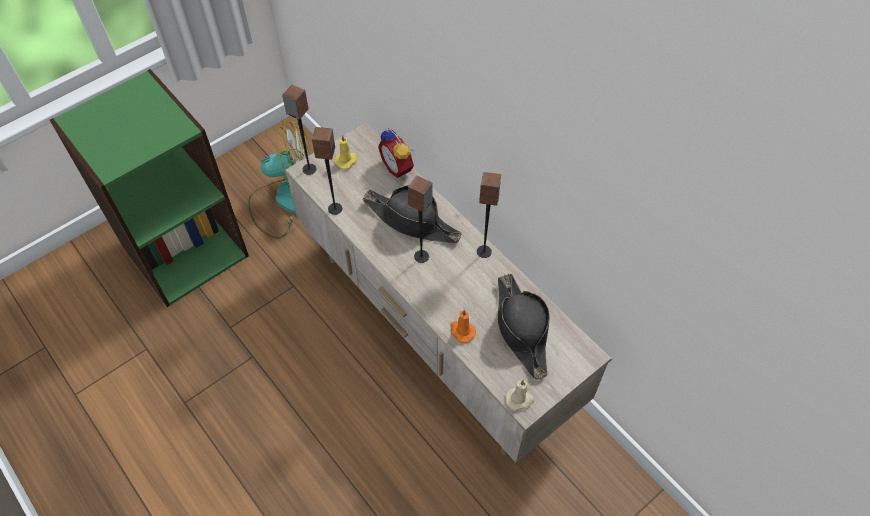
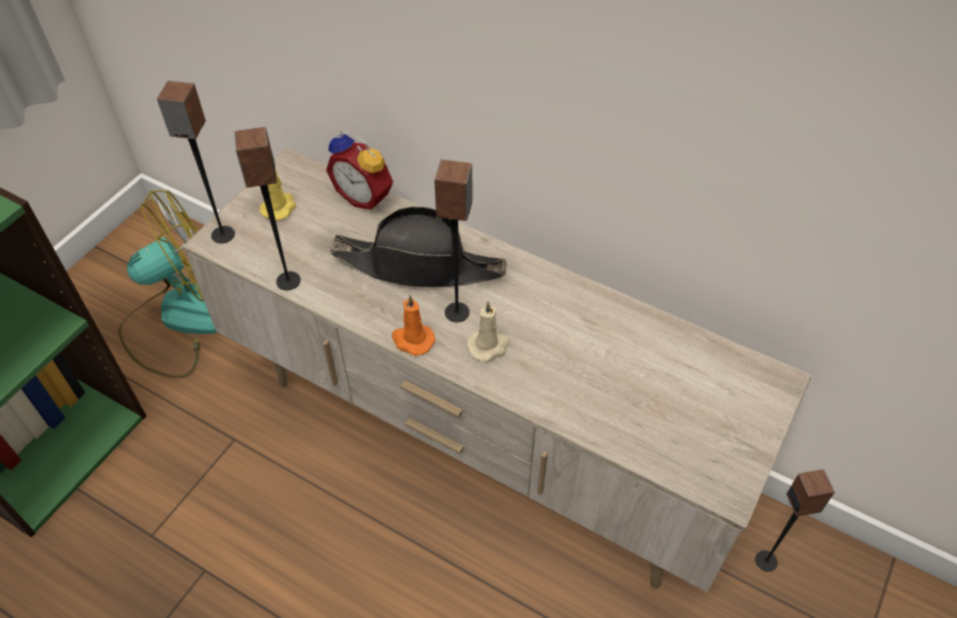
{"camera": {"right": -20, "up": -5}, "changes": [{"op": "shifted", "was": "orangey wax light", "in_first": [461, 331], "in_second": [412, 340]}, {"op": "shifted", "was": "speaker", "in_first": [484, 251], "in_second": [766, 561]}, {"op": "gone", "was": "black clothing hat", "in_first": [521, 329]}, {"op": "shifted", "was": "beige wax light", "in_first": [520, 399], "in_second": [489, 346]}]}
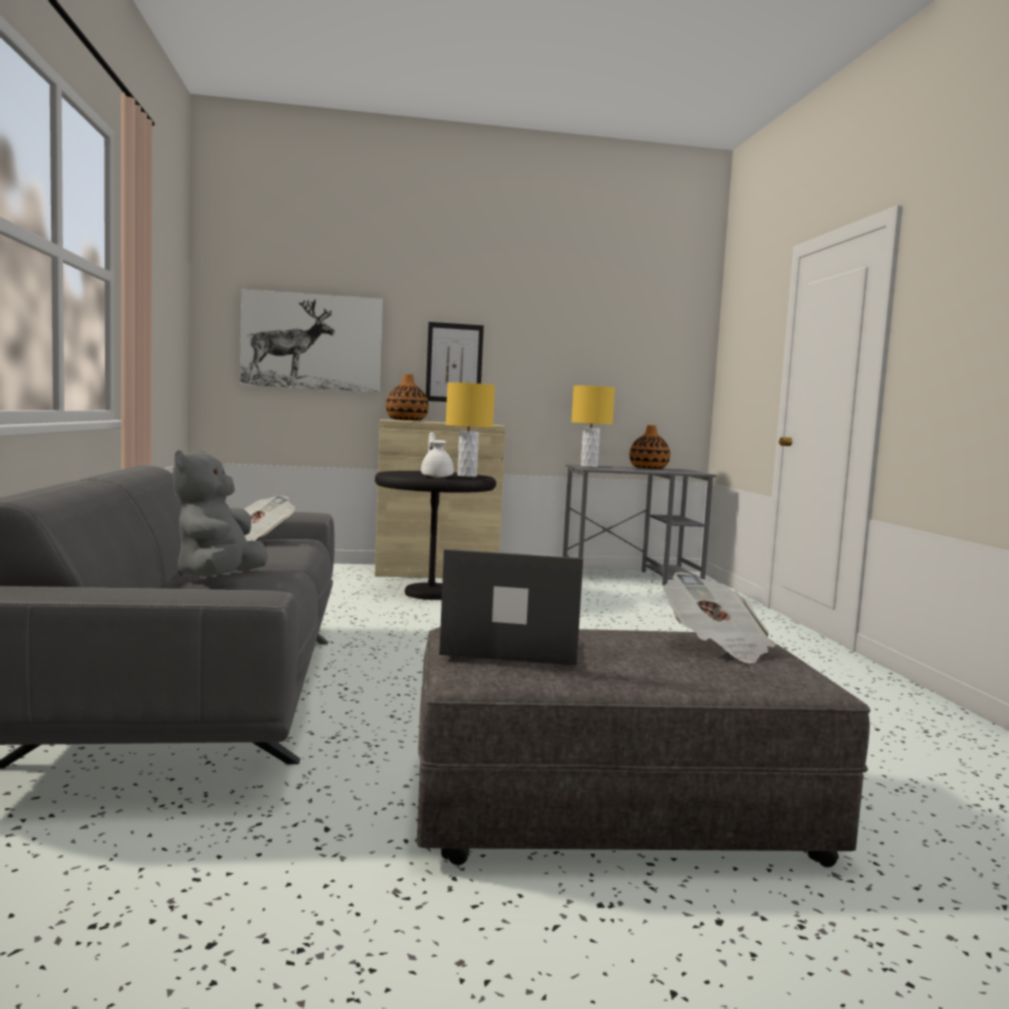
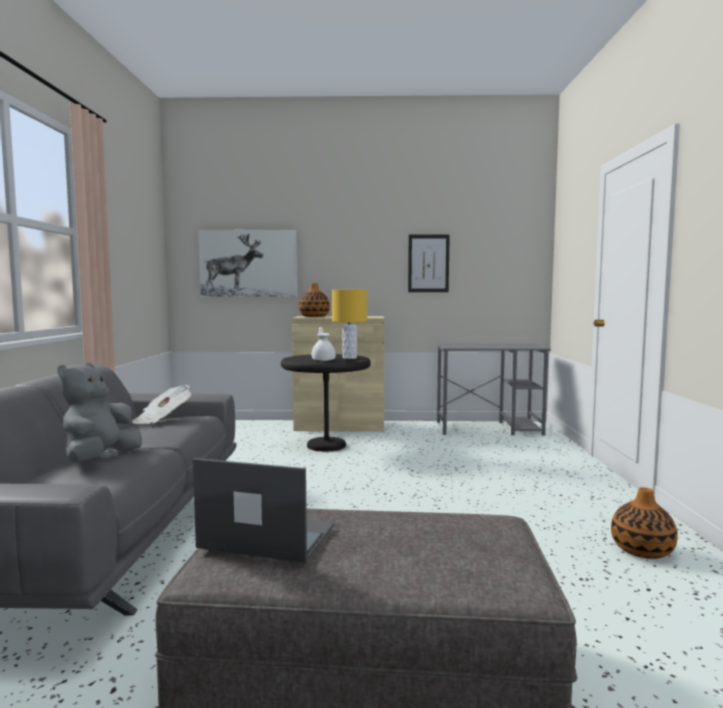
{"camera": {"right": 10, "up": 0}, "changes": [{"op": "shifted", "was": "wall picture", "in_first": [454, 363], "in_second": [428, 263]}, {"op": "gone", "was": "yellowish tabletop lamp", "in_first": [588, 466]}, {"op": "shifted", "was": "decorative vase", "in_first": [648, 468], "in_second": [641, 550]}, {"op": "gone", "was": "newspaper", "in_first": [716, 646]}]}
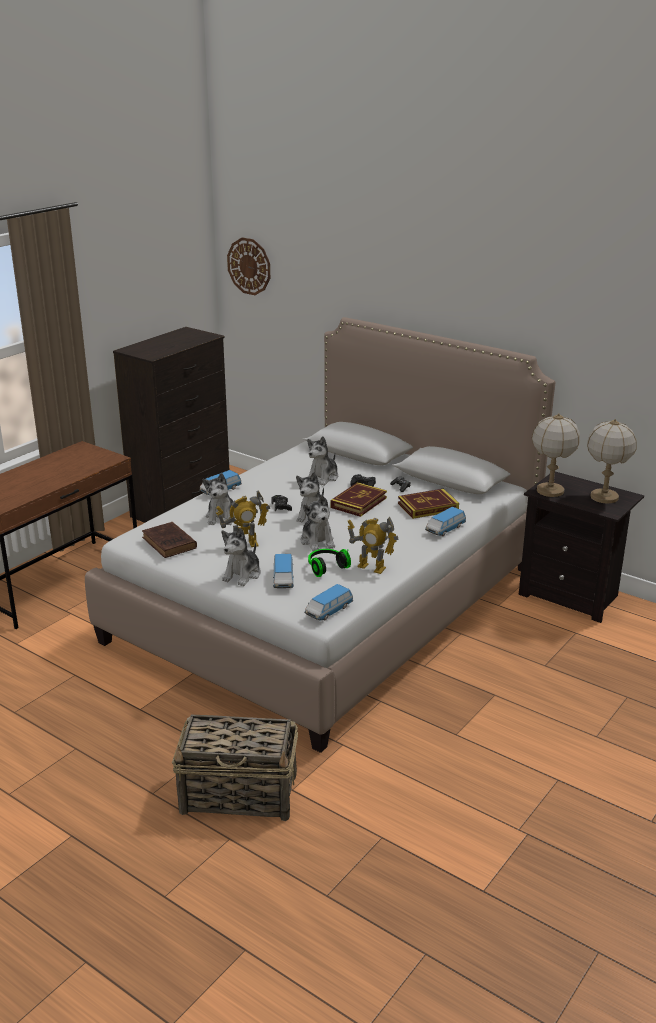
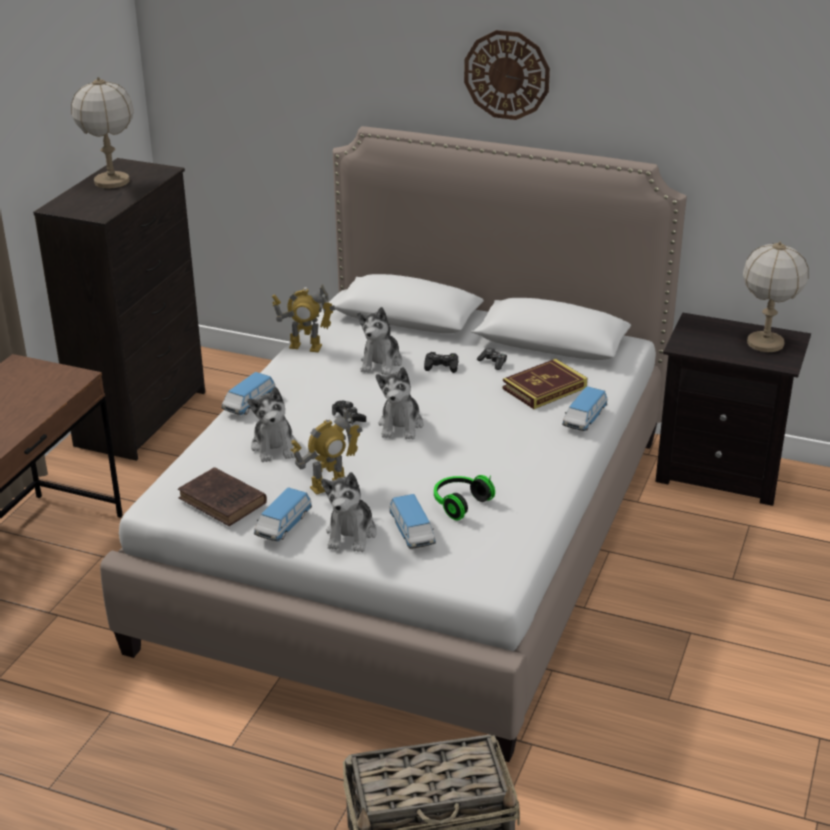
{"camera": {"right": -15, "up": 5}, "changes": [{"op": "shifted", "was": "hanging clock", "in_first": [249, 266], "in_second": [507, 75]}, {"op": "gone", "was": "plush toy", "in_first": [317, 541]}, {"op": "shifted", "was": "model car", "in_first": [329, 611], "in_second": [283, 525]}, {"op": "gone", "was": "book", "in_first": [358, 502]}, {"op": "shifted", "was": "toy robot", "in_first": [371, 567], "in_second": [305, 347]}, {"op": "shifted", "was": "tabletop lamp", "in_first": [550, 491], "in_second": [111, 181]}]}
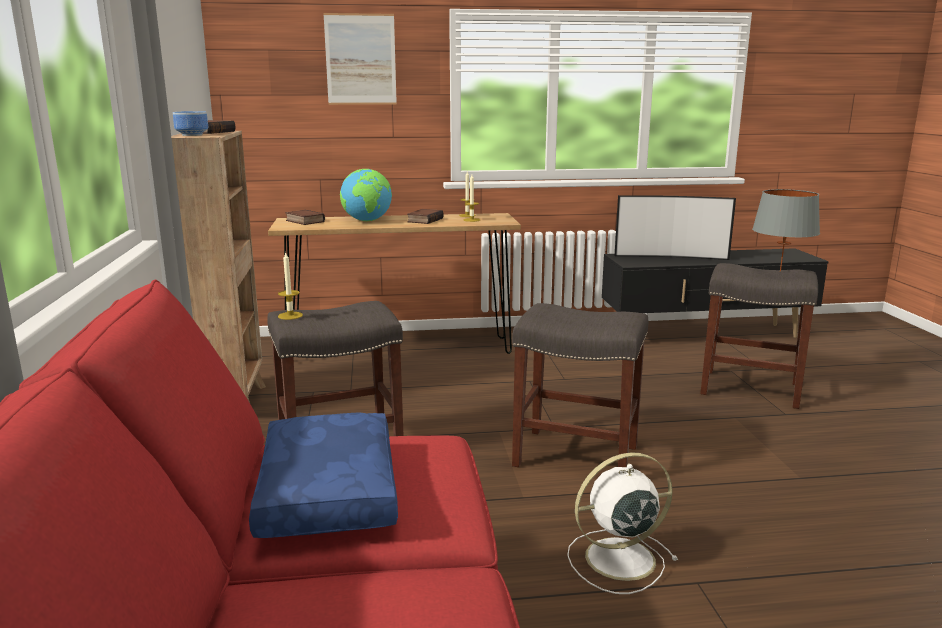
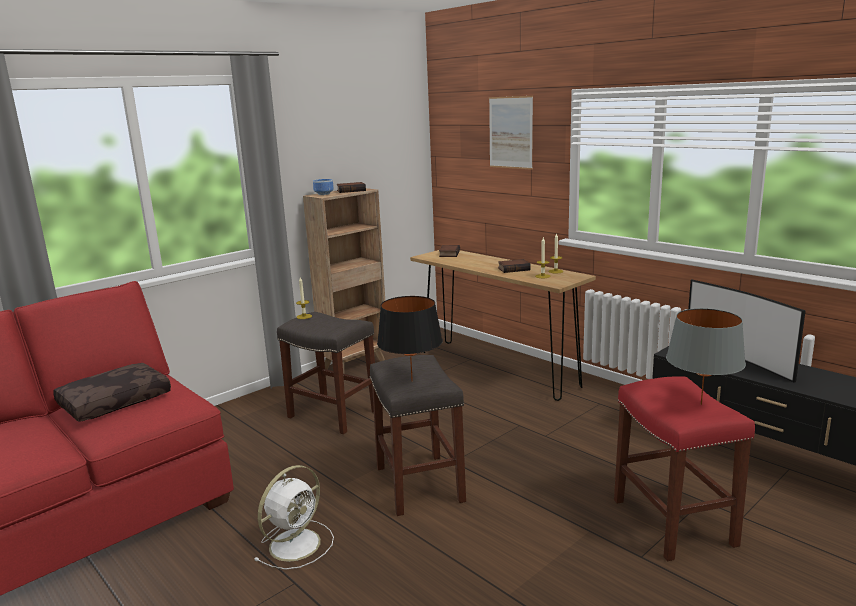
{"camera": {"right": 55, "up": 0}, "changes": [{"op": "repainted", "was": "blue pillow", "now": "brown-coloured pillow", "in_first": [325, 491], "in_second": [115, 401]}, {"op": "gone", "was": "world globe", "in_first": [367, 221]}, {"op": "rotated", "was": "white-coloured electric fan", "in_first": [617, 559], "in_second": [296, 543], "clockwise": 90}, {"op": "repainted", "was": "gray stool", "now": "reddish stool", "in_first": [751, 388], "in_second": [675, 523]}, {"op": "new", "now": "black tabletop lamp", "in_second": [412, 381]}]}
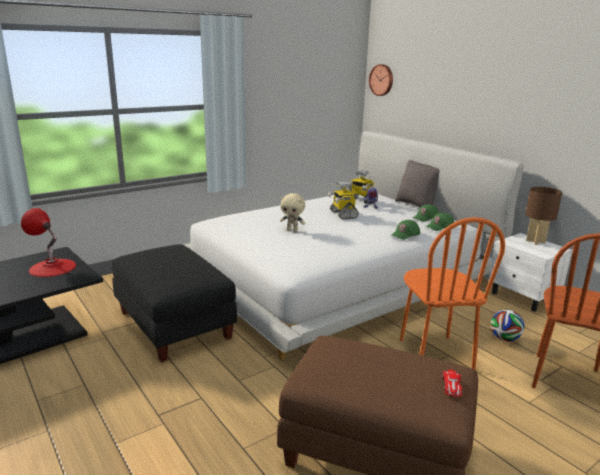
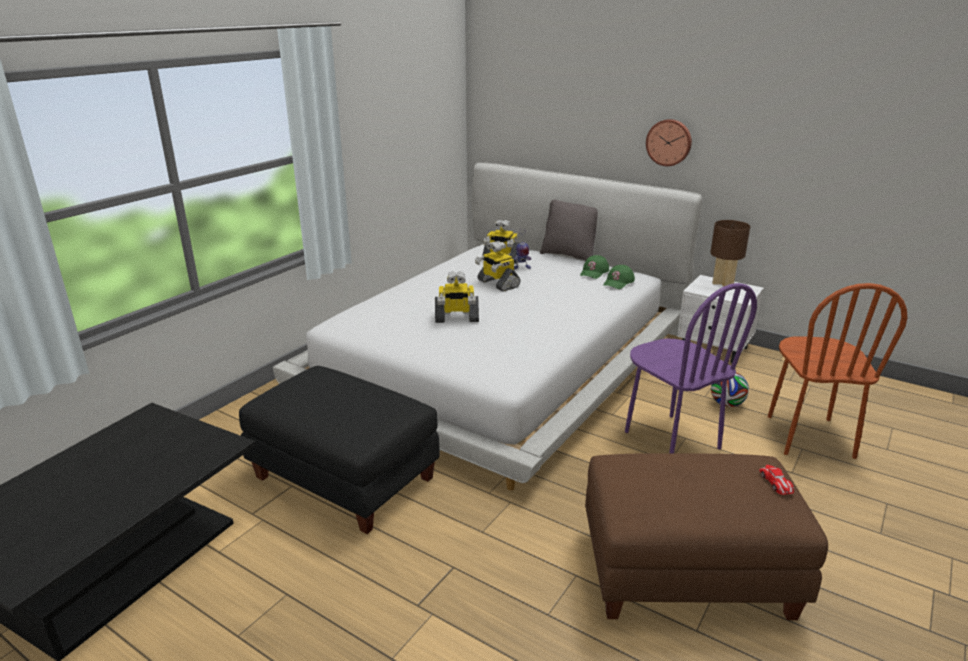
{"camera": {"right": -20, "up": 5}, "changes": [{"op": "gone", "was": "reddish tabletop lamp", "in_first": [52, 267]}, {"op": "swapped", "was": "beige plush toy", "now": "toy robot", "in_first": [292, 230], "in_second": [456, 318]}, {"op": "shifted", "was": "hanging clock", "in_first": [382, 80], "in_second": [669, 142]}, {"op": "gone", "was": "green peaked cap", "in_first": [405, 234]}, {"op": "repainted", "was": "orangey chair", "now": "purplish chair", "in_first": [434, 354], "in_second": [671, 440]}]}
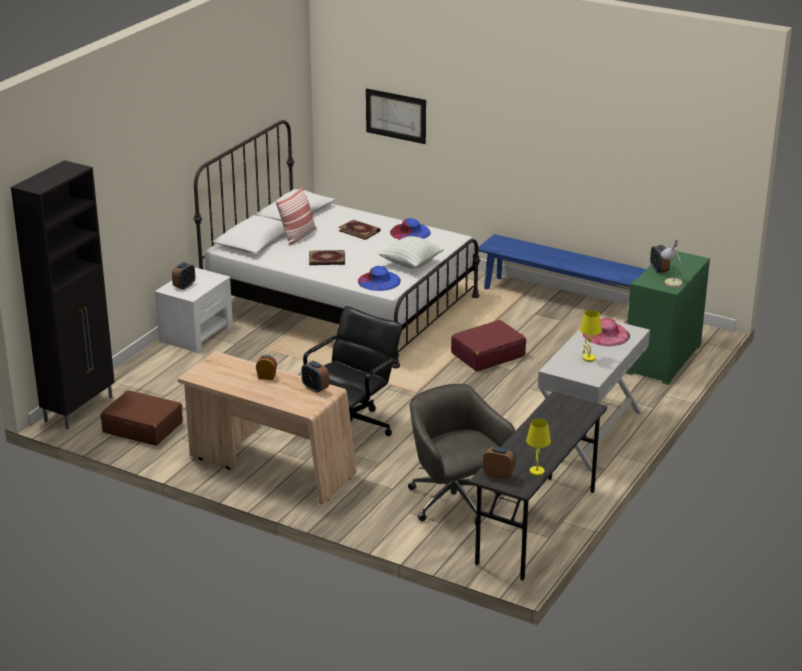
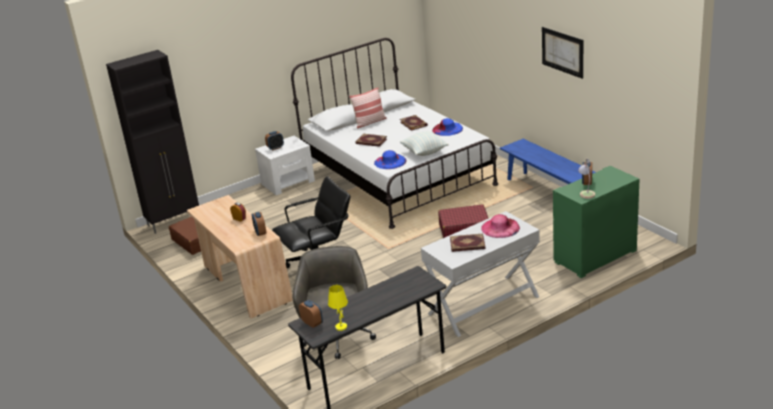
{"camera": {"right": 30, "up": 0}, "changes": [{"op": "shifted", "was": "wall picture", "in_first": [396, 116], "in_second": [562, 52]}, {"op": "swapped", "was": "yellowish tabletop lamp", "now": "book", "in_first": [588, 358], "in_second": [467, 245]}]}
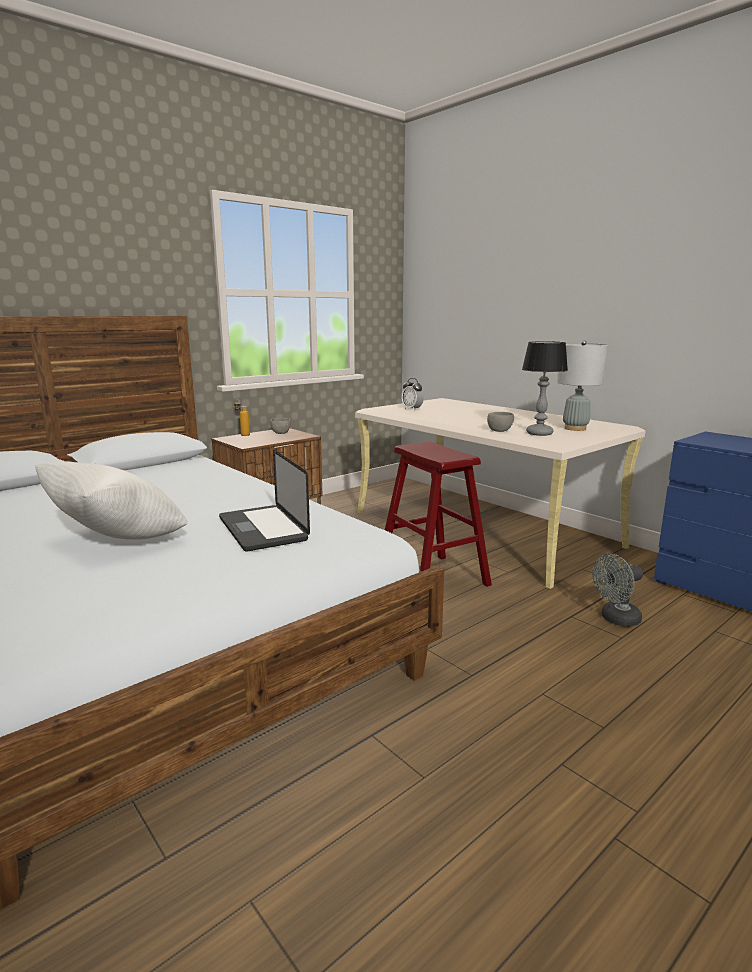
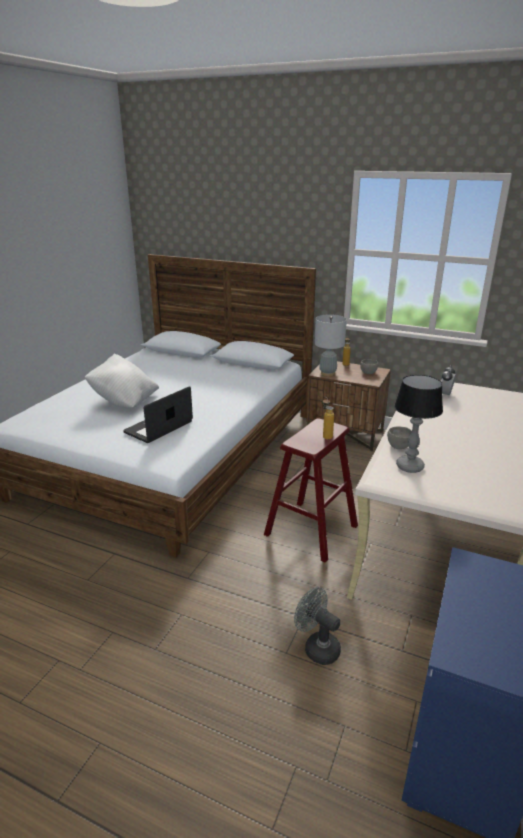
{"camera": {"right": 65, "up": 10}, "changes": [{"op": "shifted", "was": "gray tabletop lamp", "in_first": [575, 428], "in_second": [327, 373]}, {"op": "new", "now": "beverage bottle", "in_second": [326, 435]}]}
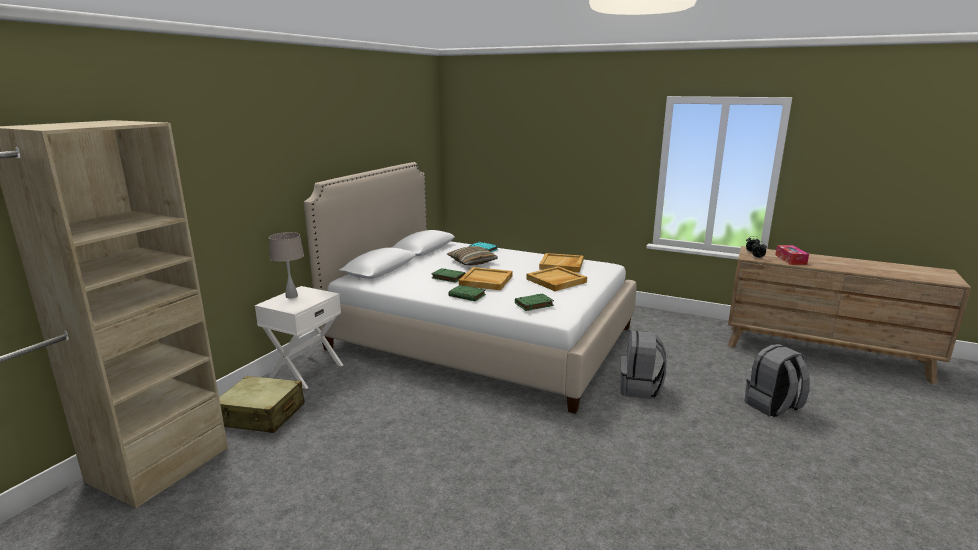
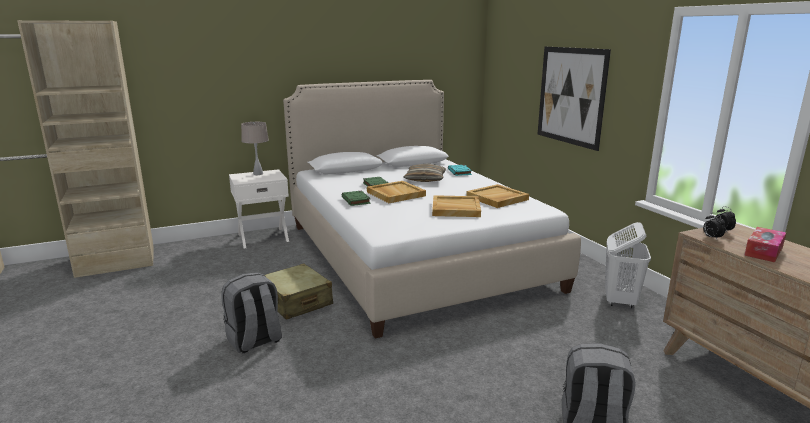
{"camera": {"right": 40, "up": 0}, "changes": [{"op": "shifted", "was": "beige travel case", "in_first": [262, 415], "in_second": [296, 301]}, {"op": "gone", "was": "green book", "in_first": [533, 305]}, {"op": "shifted", "was": "gray backpack", "in_first": [640, 388], "in_second": [255, 341]}, {"op": "new", "now": "wall picture", "in_second": [571, 96]}, {"op": "new", "now": "white-coloured hamper", "in_second": [619, 301]}]}
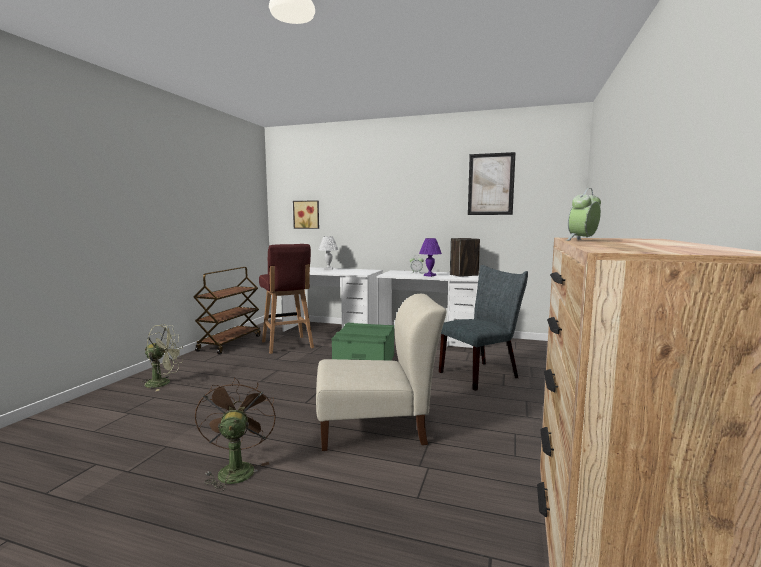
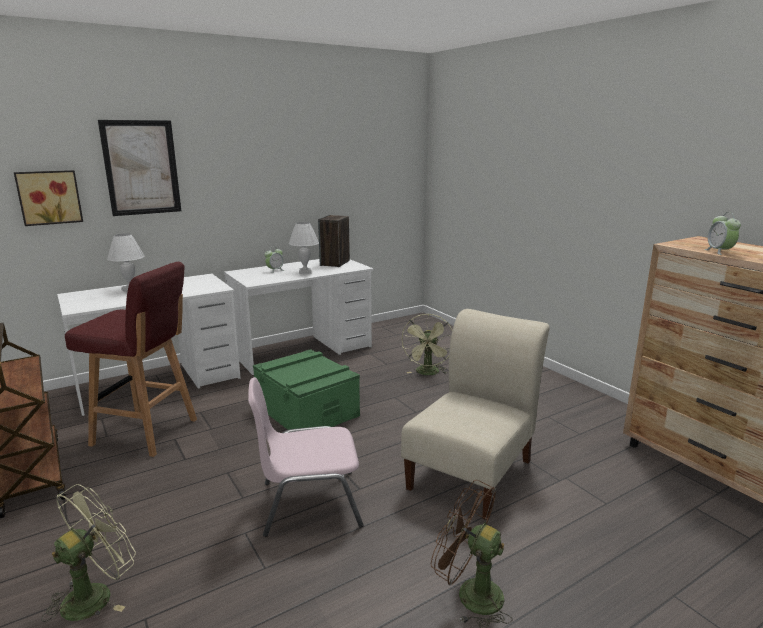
{"camera": {"right": -50, "up": 10}, "changes": [{"op": "repainted", "was": "purplish tabletop lamp", "now": "white-coloured tabletop lamp", "in_first": [429, 275], "in_second": [304, 272]}, {"op": "swapped", "was": "gray chair", "now": "green electric fan", "in_first": [482, 374], "in_second": [428, 373]}, {"op": "shifted", "was": "wall picture", "in_first": [491, 184], "in_second": [141, 168]}, {"op": "new", "now": "pinkish chair", "in_second": [309, 503]}]}
